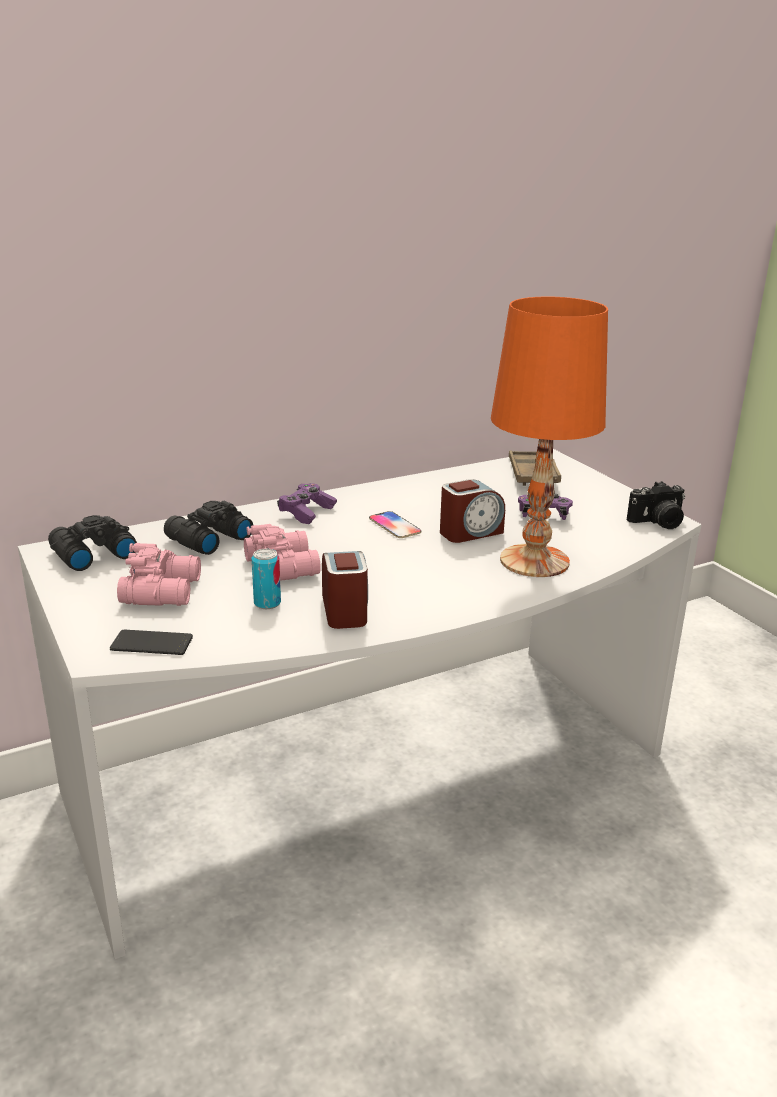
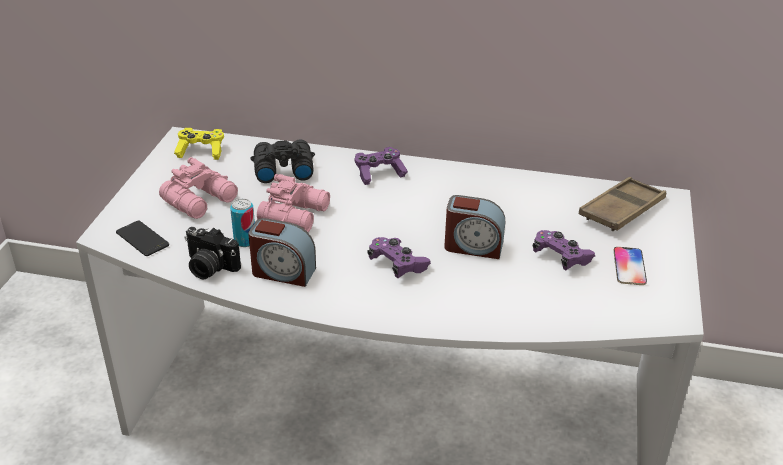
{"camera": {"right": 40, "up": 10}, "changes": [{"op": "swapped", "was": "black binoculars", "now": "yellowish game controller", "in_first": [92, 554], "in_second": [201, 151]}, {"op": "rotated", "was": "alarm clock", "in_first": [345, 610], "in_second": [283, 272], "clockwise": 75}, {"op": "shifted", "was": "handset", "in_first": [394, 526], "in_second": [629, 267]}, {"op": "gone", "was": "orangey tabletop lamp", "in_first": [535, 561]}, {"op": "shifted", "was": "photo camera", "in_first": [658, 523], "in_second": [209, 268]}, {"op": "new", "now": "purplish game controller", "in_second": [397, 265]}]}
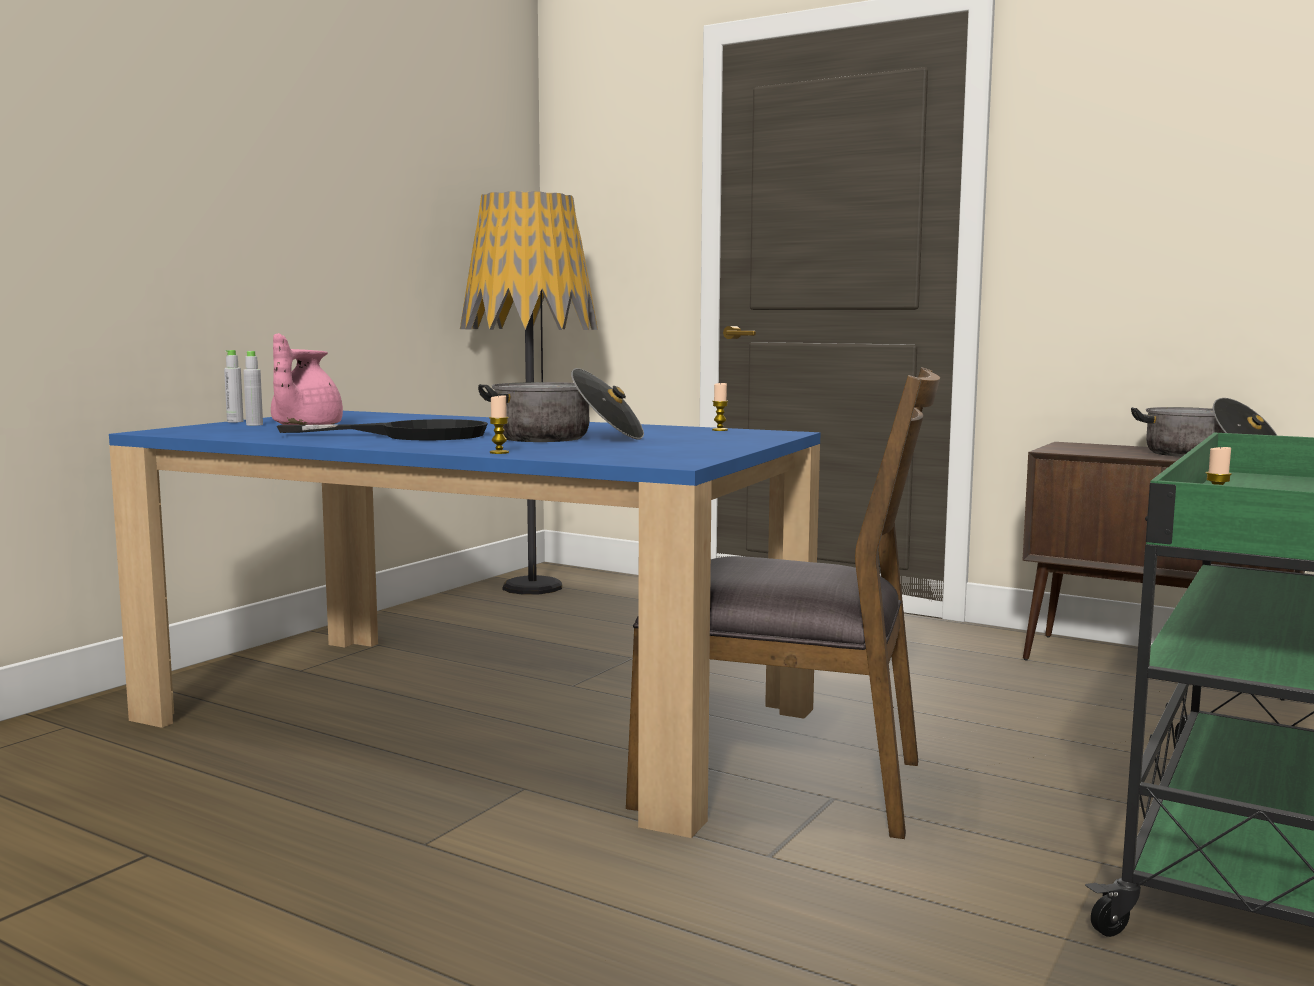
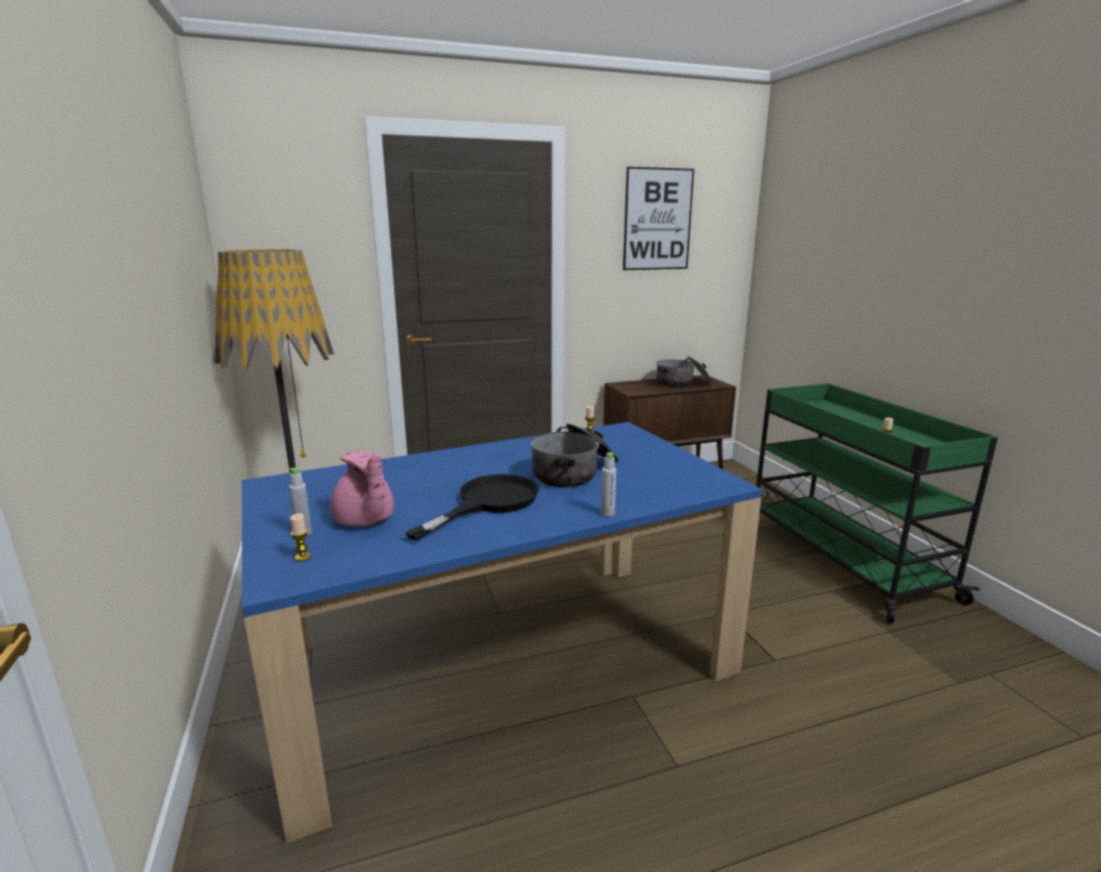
{"camera": {"right": -50, "up": 10}, "changes": [{"op": "shifted", "was": "gray beverage bottle", "in_first": [235, 421], "in_second": [607, 513]}, {"op": "shifted", "was": "wax light", "in_first": [499, 452], "in_second": [302, 557]}, {"op": "gone", "was": "brown-coloured chair", "in_first": [783, 781]}, {"op": "new", "now": "wall picture", "in_second": [657, 219]}]}
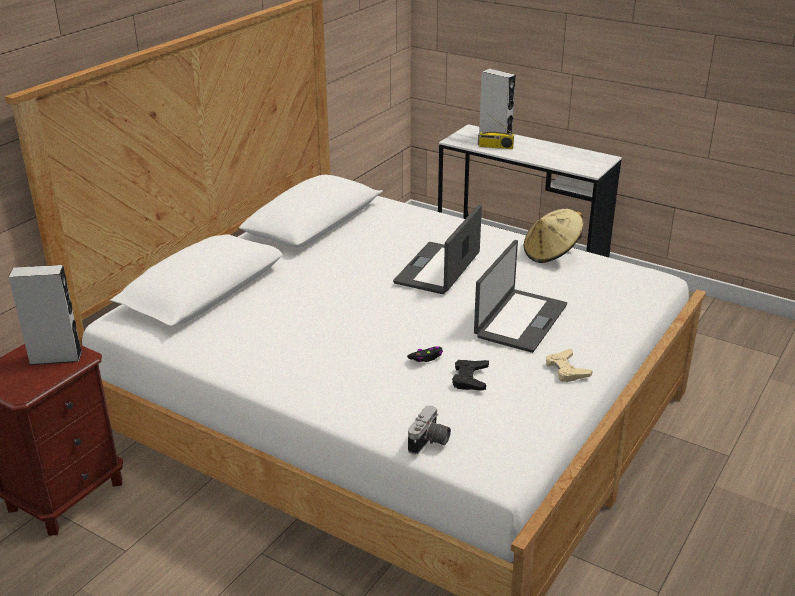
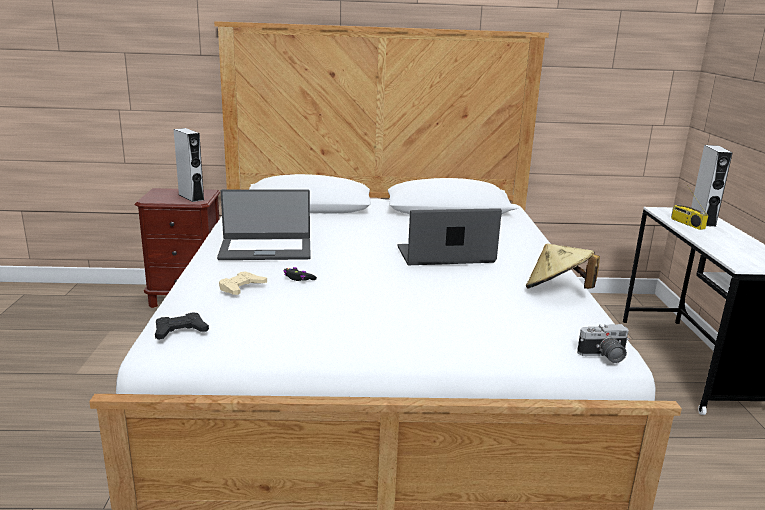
{"camera": {"right": 55, "up": -10}, "changes": [{"op": "shifted", "was": "photo camera", "in_first": [430, 442], "in_second": [604, 356]}, {"op": "shifted", "was": "black game controller", "in_first": [470, 378], "in_second": [180, 331]}, {"op": "shifted", "was": "portable computer", "in_first": [519, 320], "in_second": [265, 249]}, {"op": "shifted", "was": "beige game controller", "in_first": [566, 370], "in_second": [241, 287]}]}
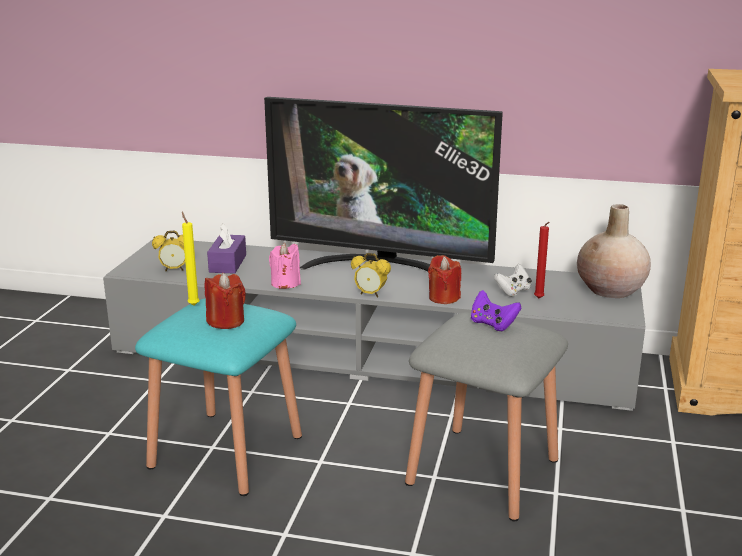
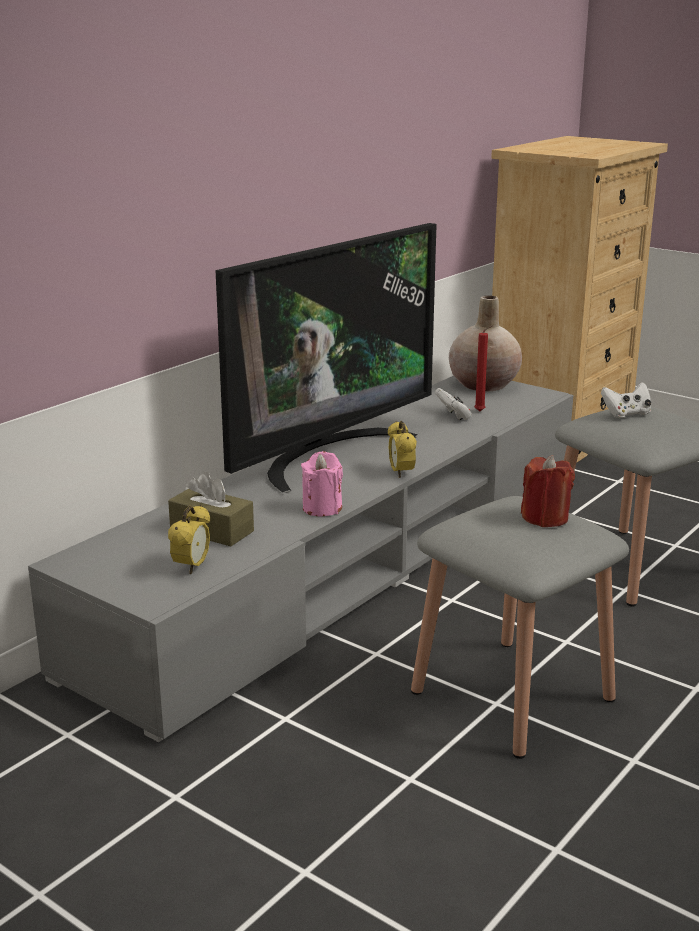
{"camera": {"right": -65, "up": 0}, "changes": [{"op": "repainted", "was": "turquoise-coloured stool", "now": "gray stool", "in_first": [226, 451], "in_second": [512, 695]}, {"op": "gone", "was": "yellowish wax light", "in_first": [193, 305]}, {"op": "repainted", "was": "purplish tissue holder", "now": "brown-coloured tissue holder", "in_first": [228, 263], "in_second": [212, 530]}, {"op": "rotated", "was": "alarm clock", "in_first": [370, 294], "in_second": [401, 473], "clockwise": 120}, {"op": "gone", "was": "reddish wax light", "in_first": [443, 298]}, {"op": "repainted", "was": "purplish game controller", "now": "white-coloured game controller", "in_first": [492, 324], "in_second": [626, 414]}]}
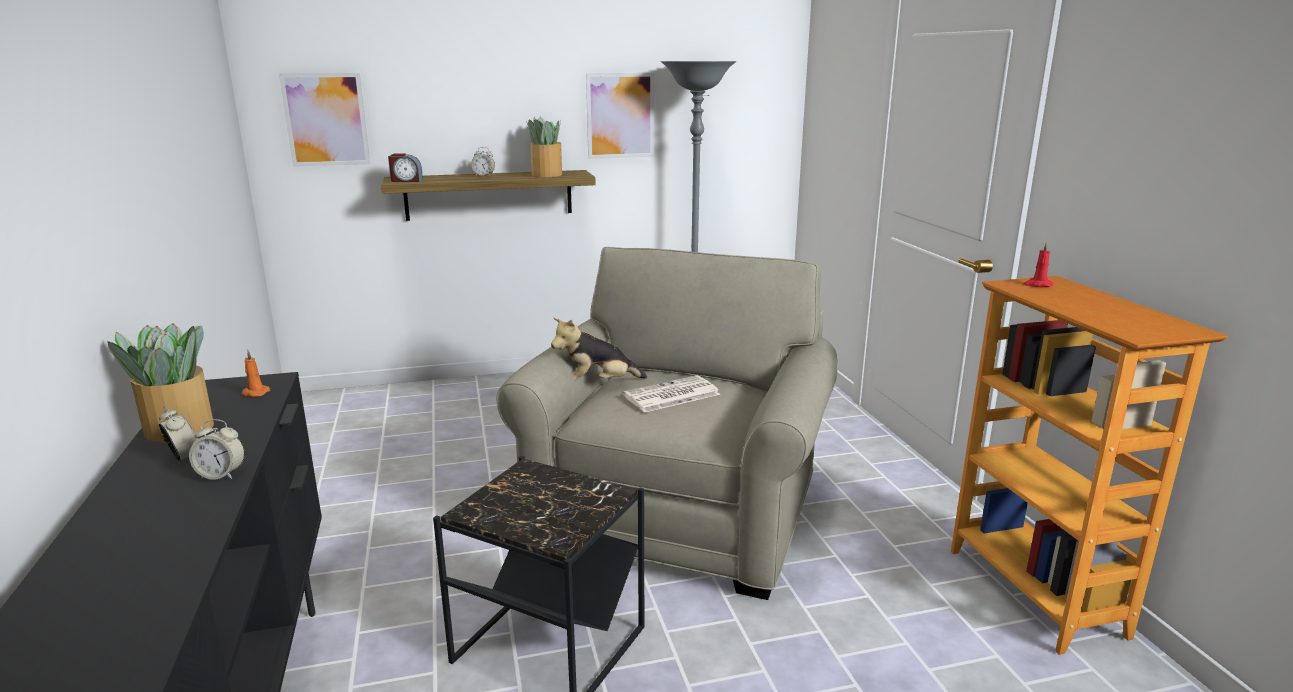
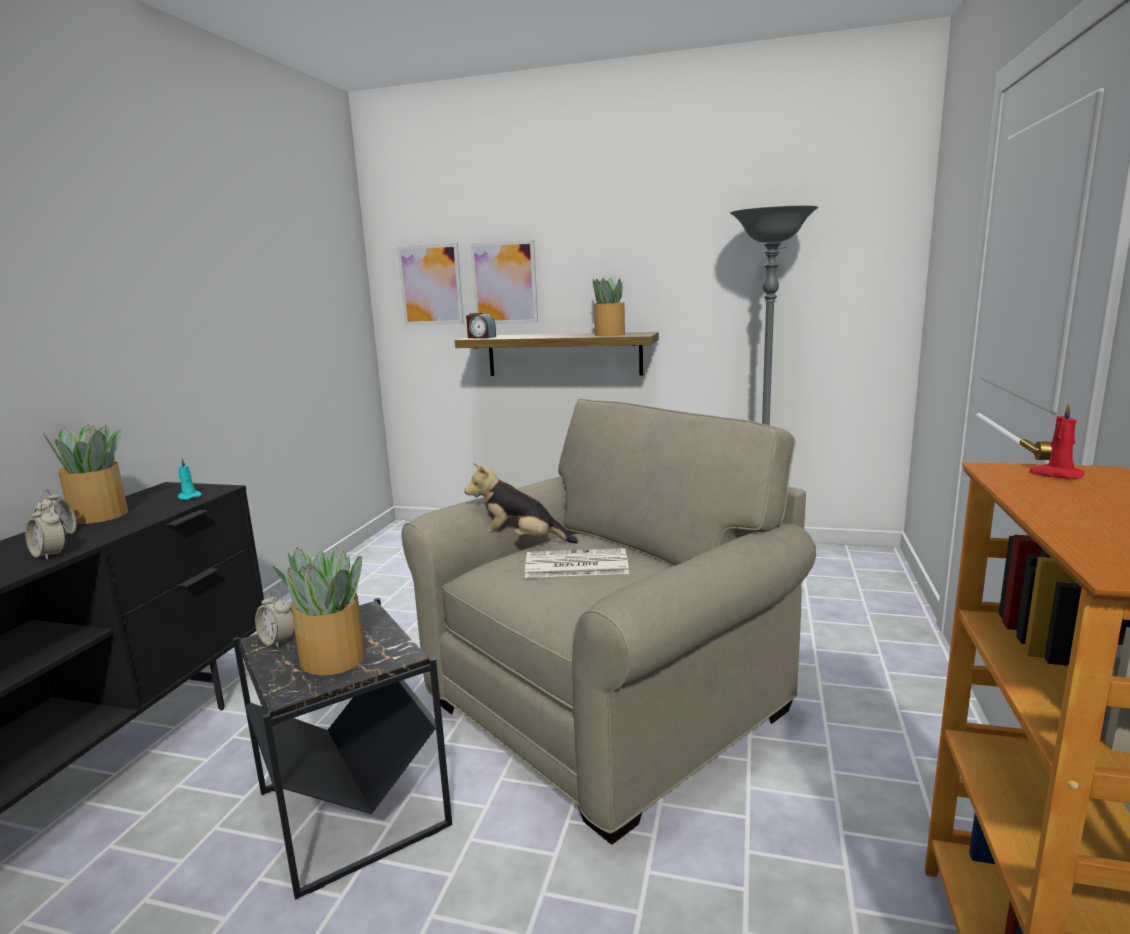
{"camera": {"right": 30, "up": -5}, "changes": [{"op": "repainted", "was": "orangey wax light", "now": "turquoise-coloured wax light", "in_first": [254, 393], "in_second": [189, 497]}, {"op": "shifted", "was": "alarm clock", "in_first": [484, 175], "in_second": [278, 641]}, {"op": "shifted", "was": "wall picture", "in_first": [620, 116], "in_second": [504, 283]}, {"op": "new", "now": "plant in a pot", "in_second": [333, 658]}]}
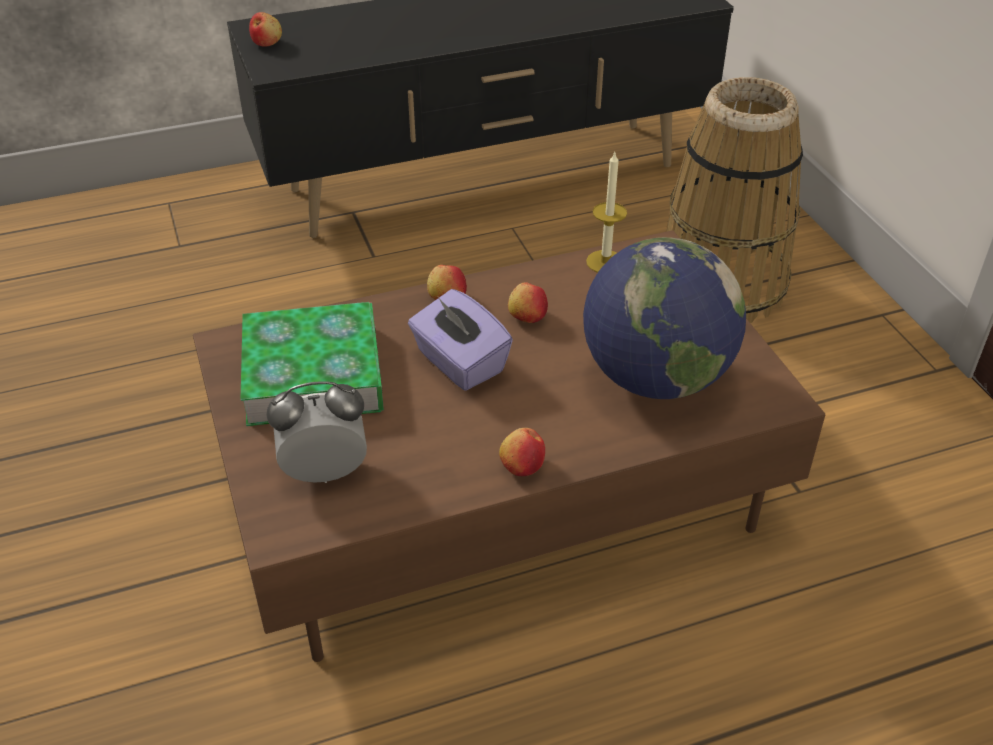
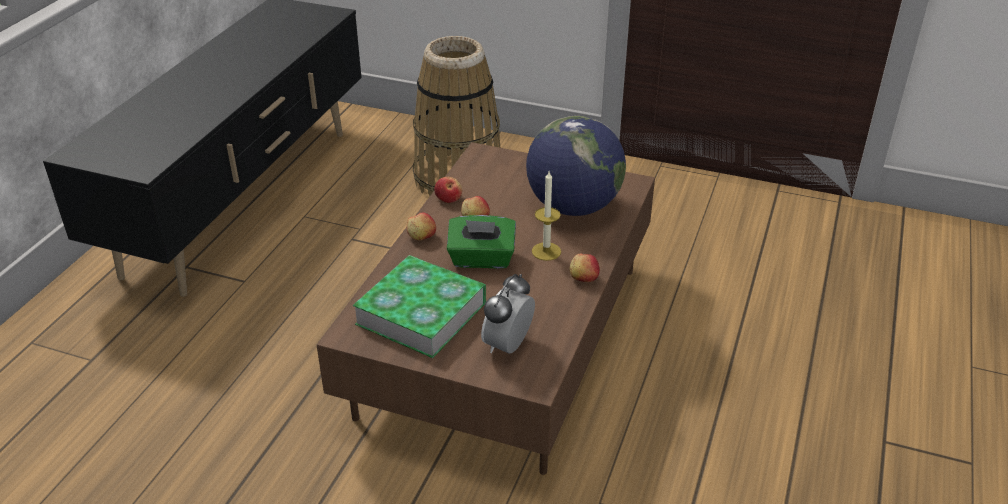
{"camera": {"right": -50, "up": -5}, "changes": [{"op": "shifted", "was": "apple", "in_first": [267, 43], "in_second": [448, 198]}, {"op": "repainted", "was": "purplish tissue holder", "now": "green tissue holder", "in_first": [459, 363], "in_second": [481, 259]}, {"op": "shifted", "was": "wax light", "in_first": [605, 262], "in_second": [546, 251]}]}
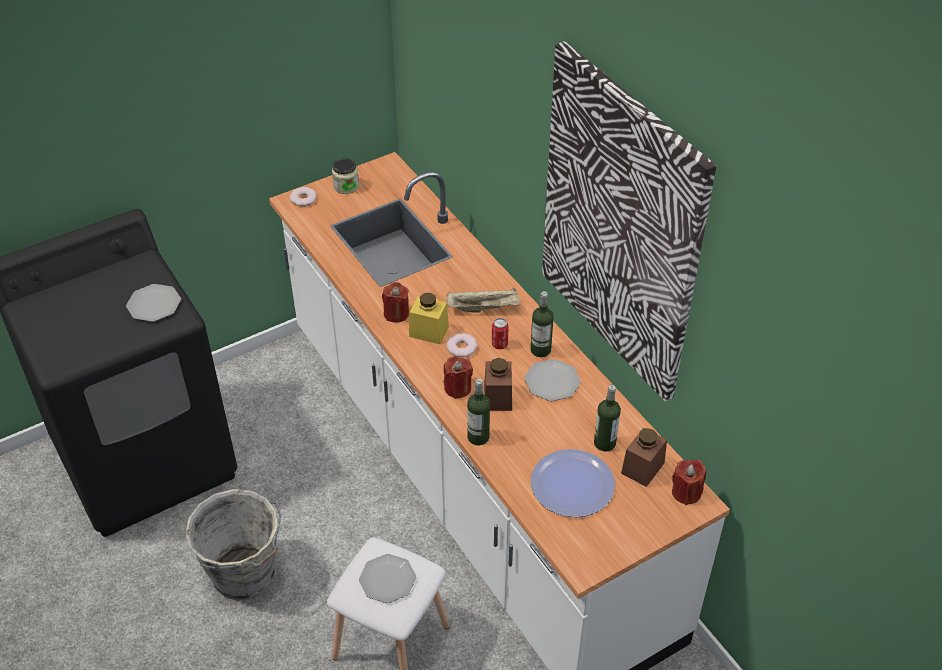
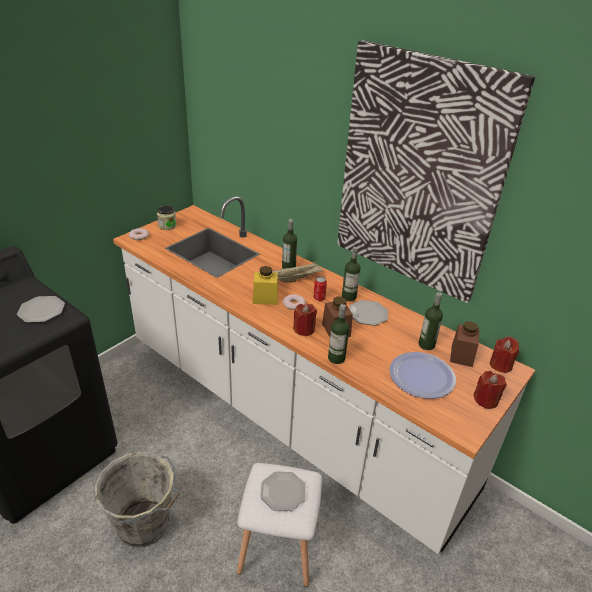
{"camera": {"right": -20, "up": -10}, "changes": [{"op": "shifted", "was": "reddish wax light", "in_first": [396, 313], "in_second": [486, 400]}, {"op": "new", "now": "beverage bottle", "in_second": [288, 267]}]}
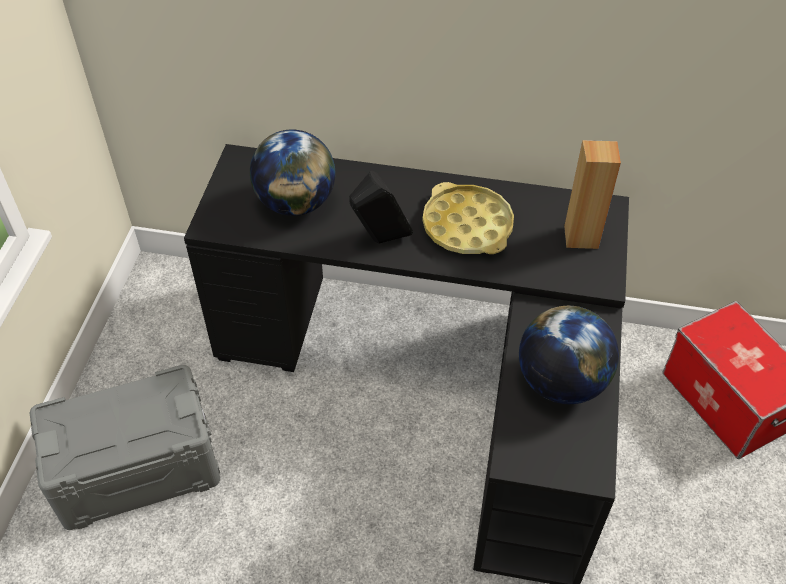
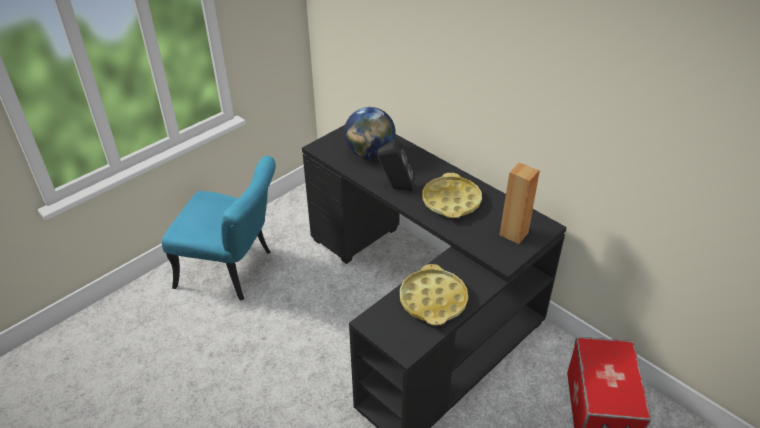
{"camera": {"right": 35, "up": -10}, "changes": [{"op": "swapped", "was": "gray storage bin", "now": "turquoise-coloured chair", "in_first": [137, 470], "in_second": [234, 270]}, {"op": "swapped", "was": "world globe", "now": "yellowish serving tray", "in_first": [561, 382], "in_second": [433, 300]}]}
